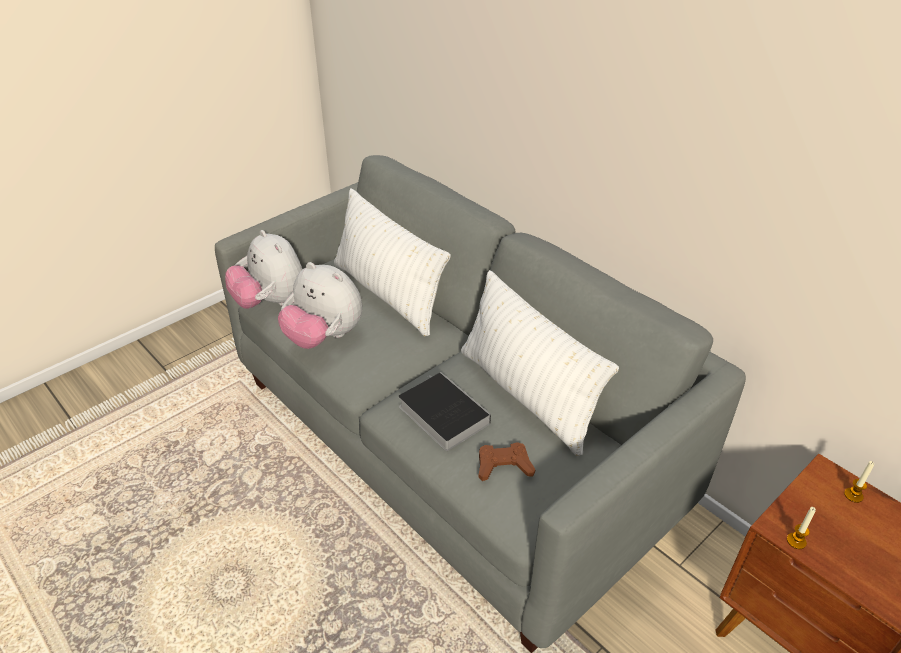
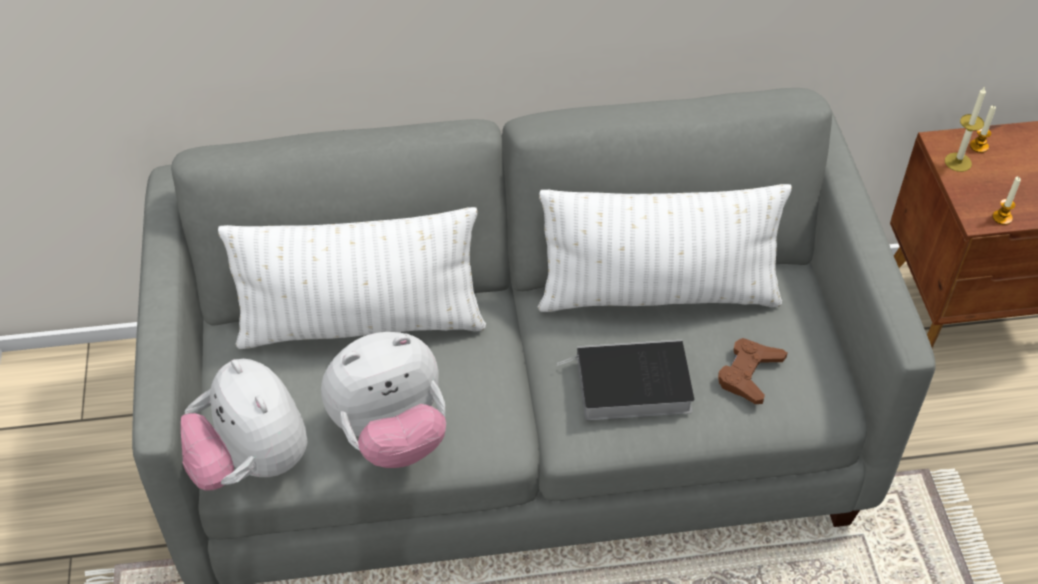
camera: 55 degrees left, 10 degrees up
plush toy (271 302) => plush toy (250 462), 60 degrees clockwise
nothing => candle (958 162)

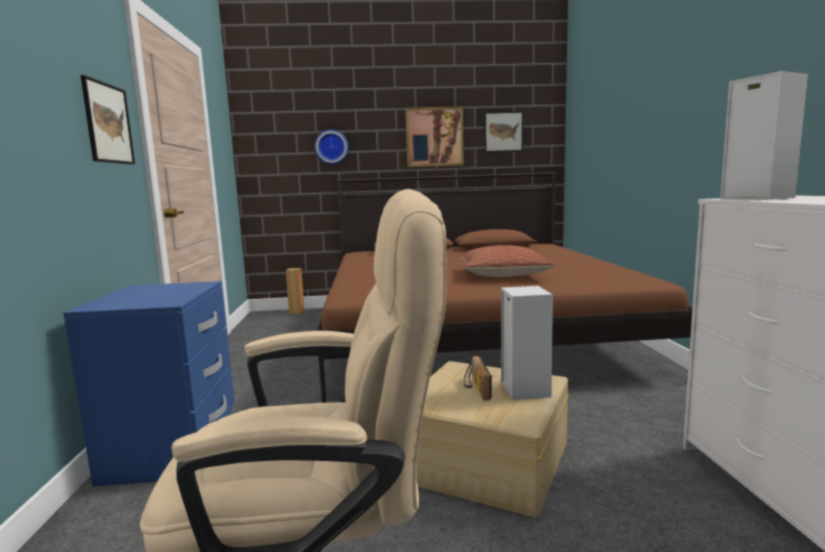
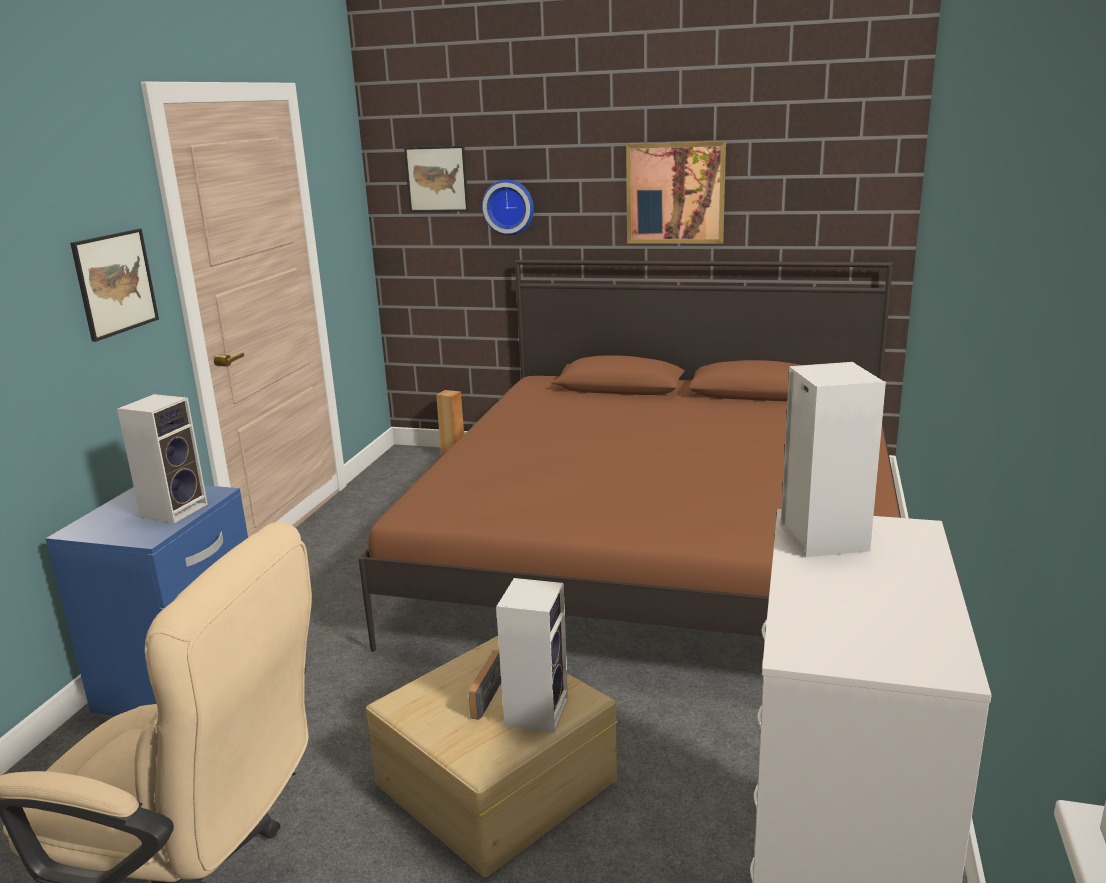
camera: 20 degrees right, 10 degrees up
nothing => audio speaker (175 509)
picture (503 132) => picture (437 179), move
throw pillow (503 275) => nothing

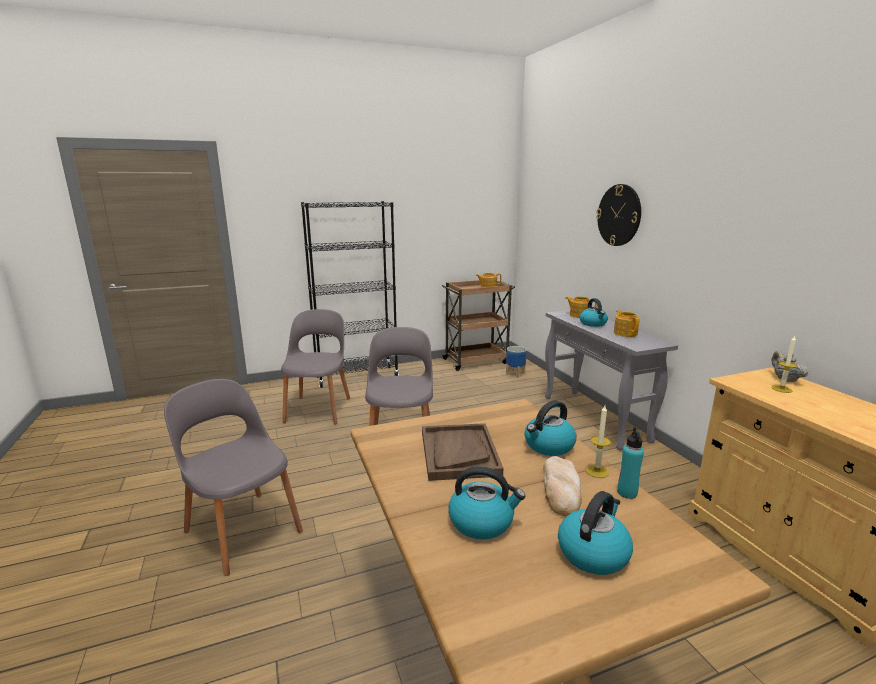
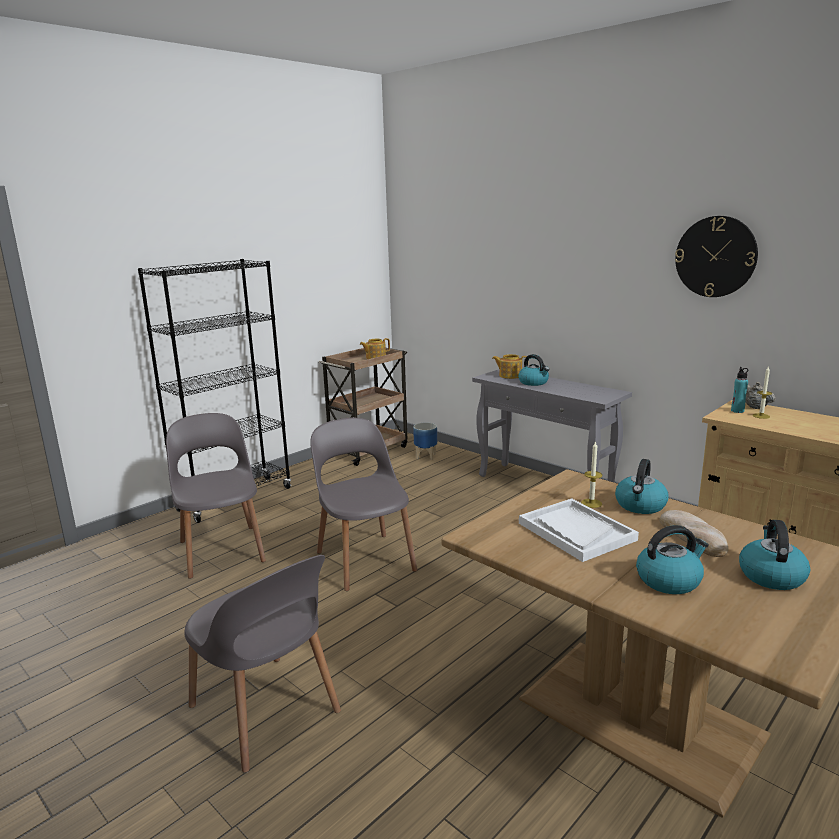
camera: 25 degrees left, 0 degrees up
grey upright chair (242 529) => grey upright chair (266 712), 150 degrees counterclockwise
brownish serving tray (459 453) => white serving tray (576 531)
candle (597 471) => candle (591 503), move
clock on the wall (619 215) => clock on the wall (715 257), move
turquoise drink bottle (627 493) => turquoise drink bottle (737 411), move
tea pot (625 333) => nothing

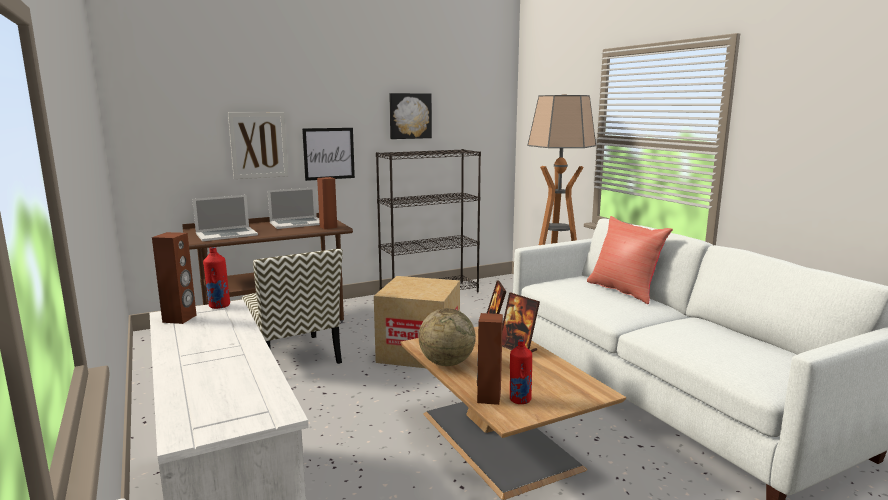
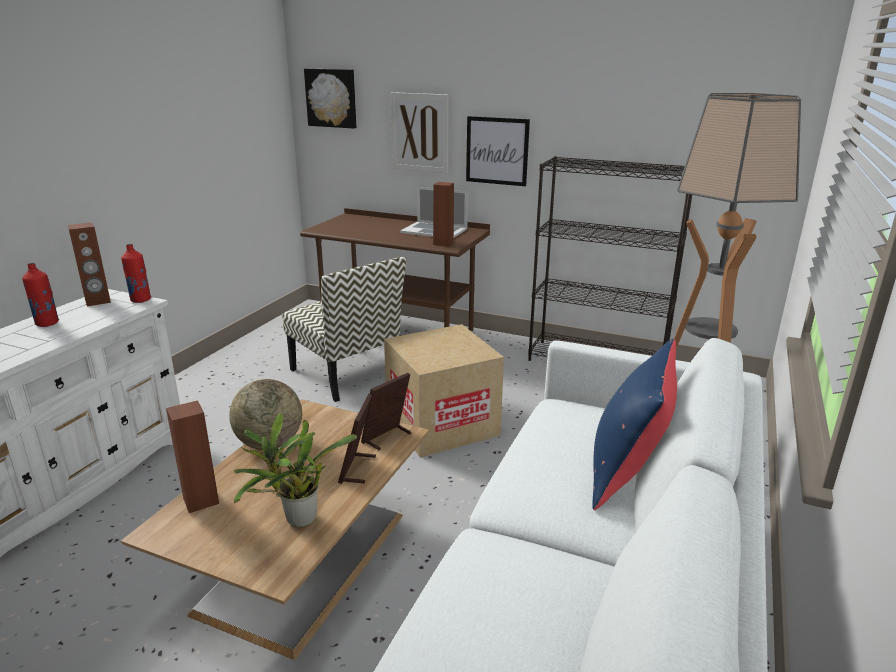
camera: 50 degrees right, 10 degrees up
reddish drink bottle (519 400) => reddish drink bottle (47 323), move
nothing => potted plant (297 521)
upright chair (294 357) => upright chair (347 374), 60 degrees counterclockwise
picture (410 116) => picture (331 98), move
reddish throw pillow (624 290) => blue-coloured throw pillow (627 472)
notebook computer (226 234) => nothing

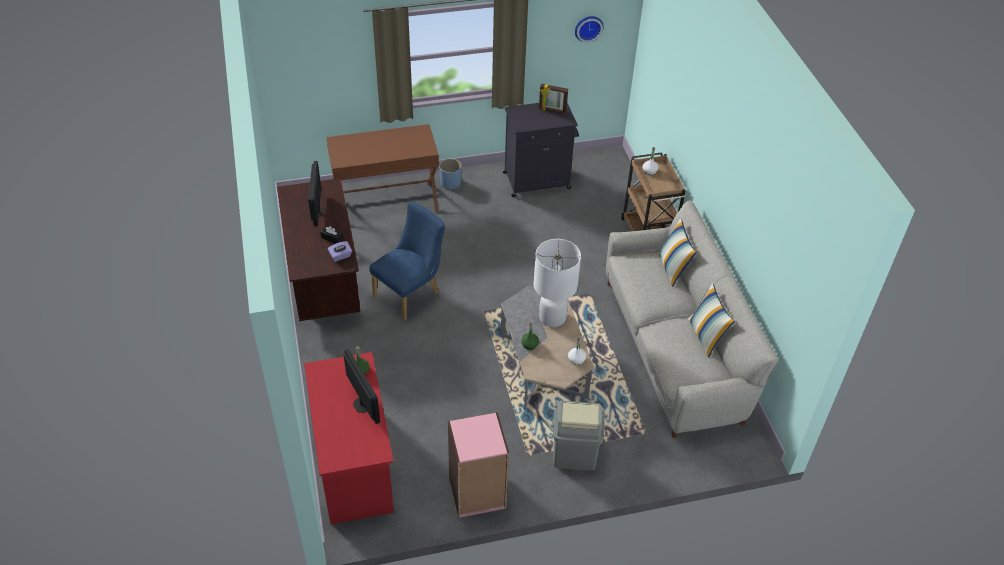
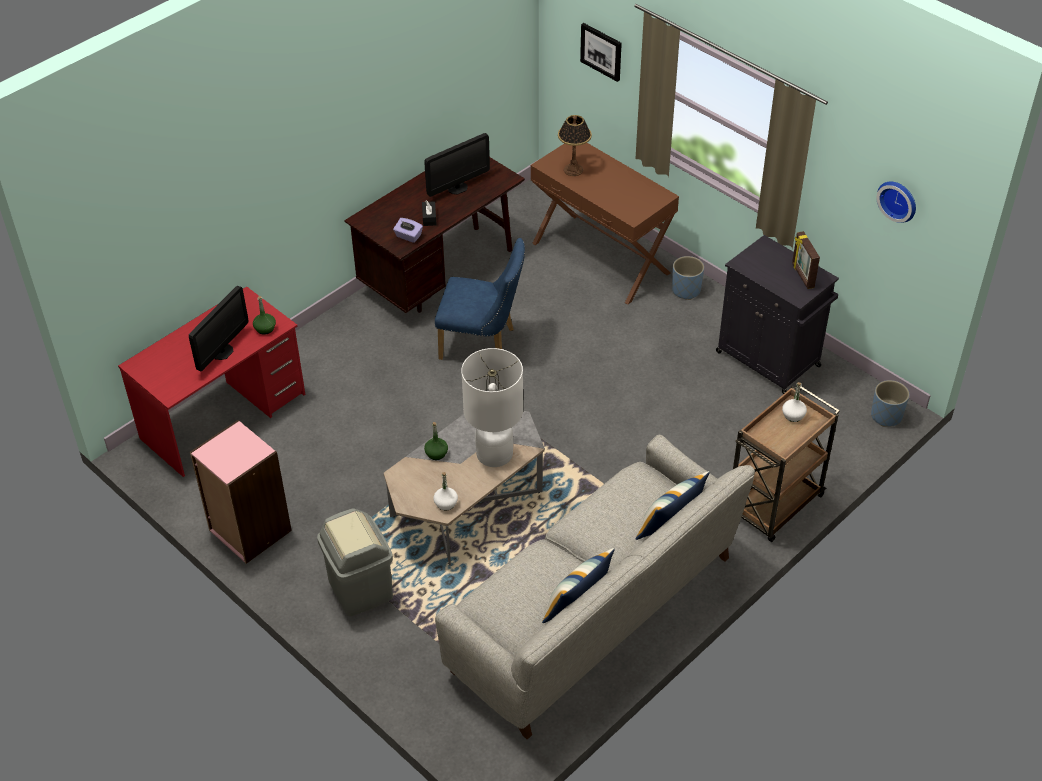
camera: 60 degrees right, 0 degrees up
nothing => tabletop lamp (573 170)
nothing => picture (601 51)
nothing => blue-coloured flower pot (886 416)

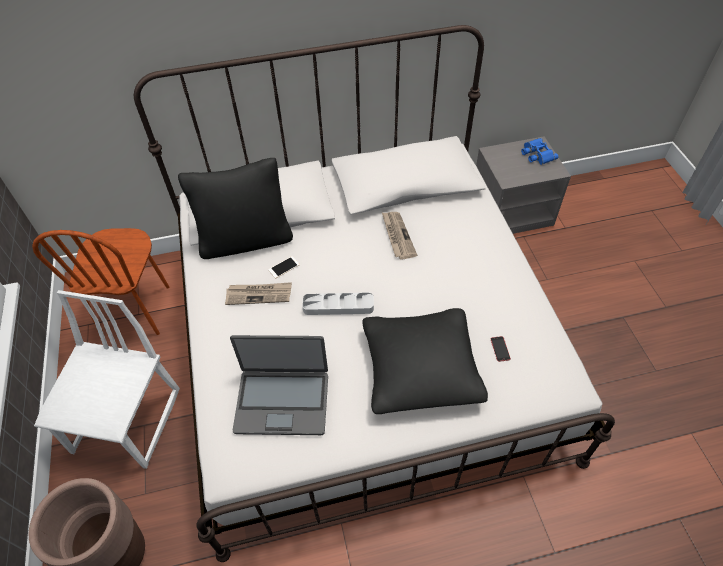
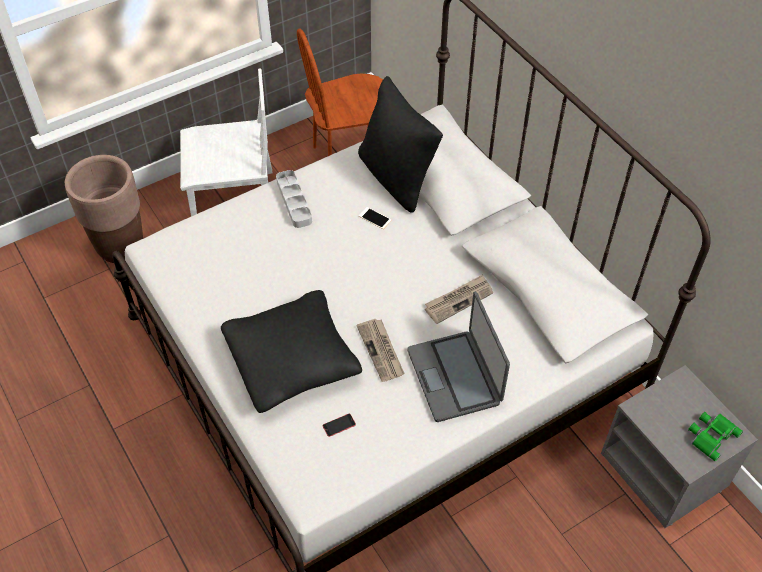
camera: 70 degrees right, 0 degrees up
grey serving tray (338 306) => grey serving tray (294 201), move
daily paper (259 294) => daily paper (381 351), move
notebook computer (282 401) => notebook computer (455 376), move
blue-coloured pair of binoculars (536 154) => greenish pair of binoculars (711 435)

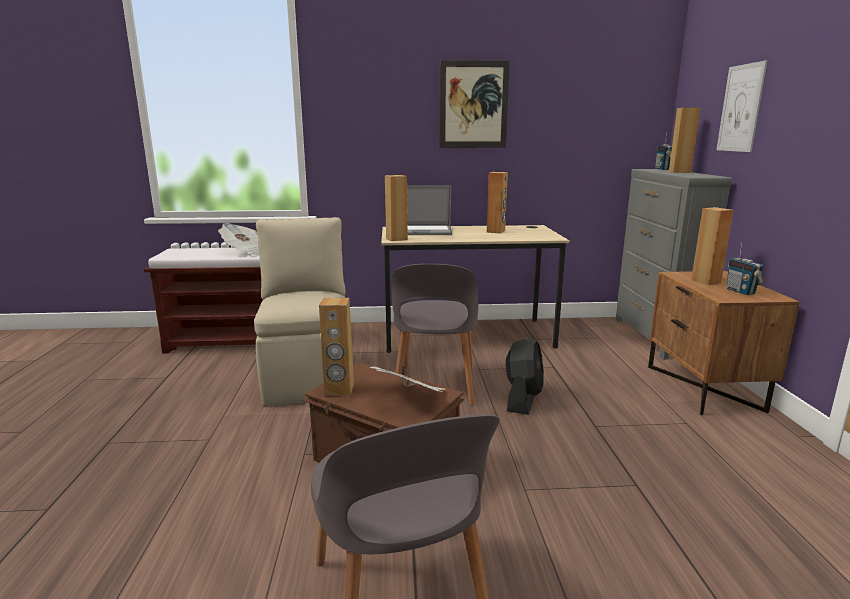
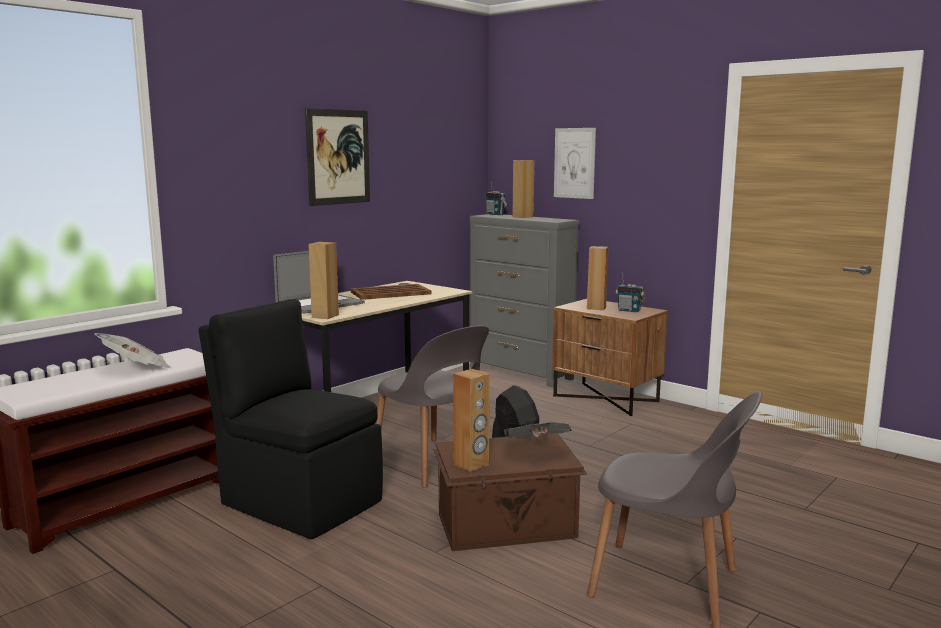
camera: 45 degrees left, 5 degrees down
sand-coloured upright chair (309 377) => blackish upright chair (299 501)
brownish audio speaker (496 231) => brownish serving tray (389 293)

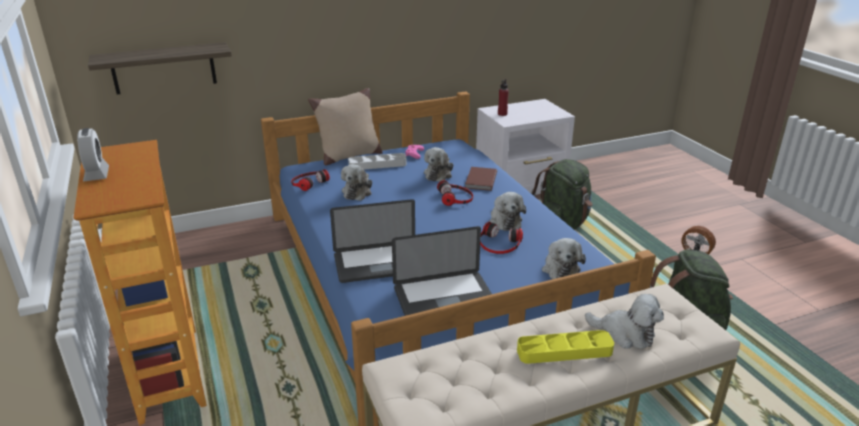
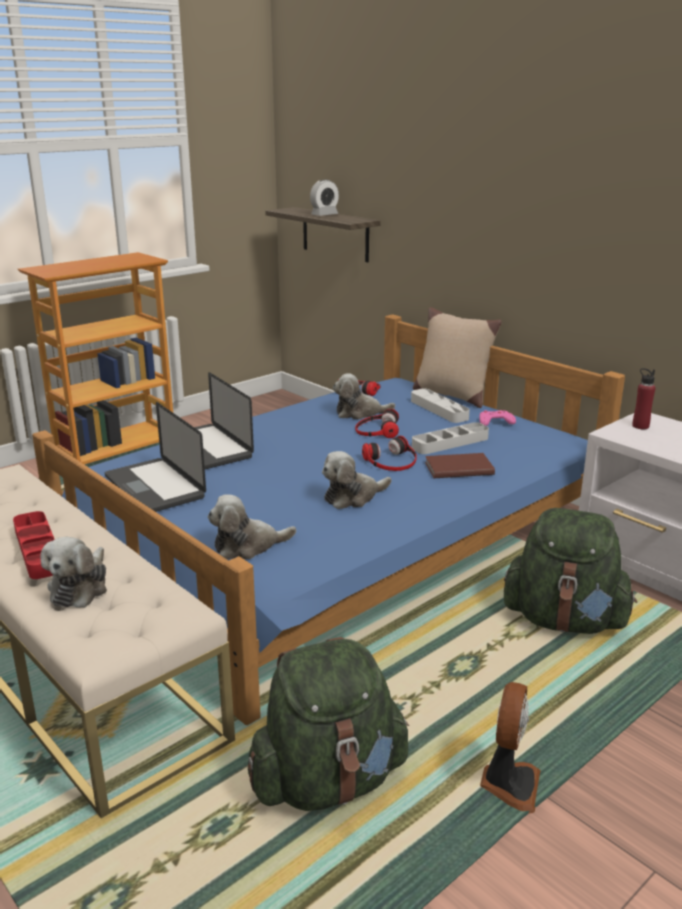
camera: 70 degrees right, 5 degrees down
yellowish serving tray (564 351) => reddish serving tray (38 549)
table clock (96 174) => table clock (324 215), move
pair of headphones (499 244) => pair of headphones (377 430), move
plush toy (439 174) => grey serving tray (450 443)

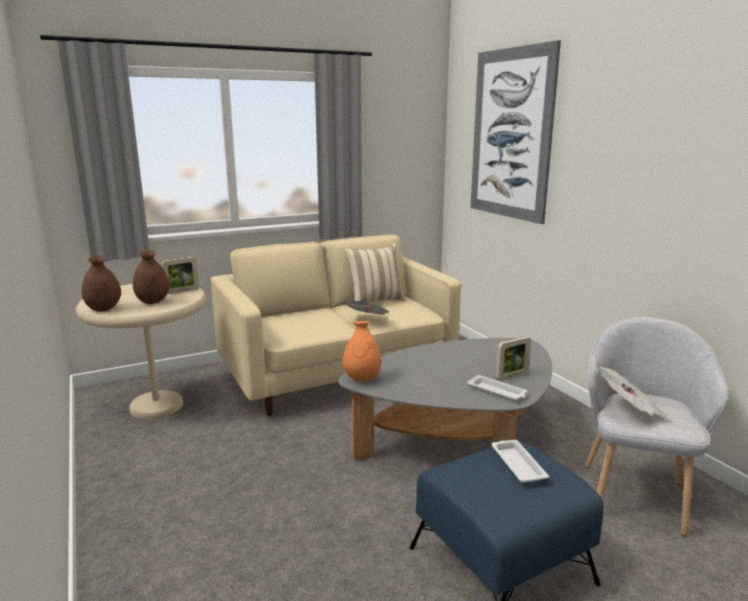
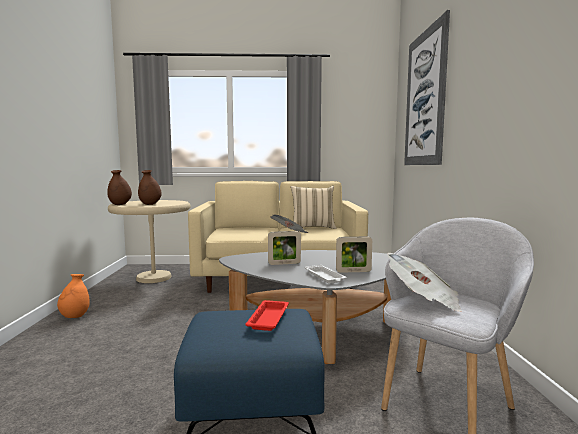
camera: 25 degrees right, 10 degrees down
orange flower vase (362 379) => orange flower vase (75 316), move
white serving tray (517 464) => reddish serving tray (269 318)
picture frame (182 291) => picture frame (284 263), move

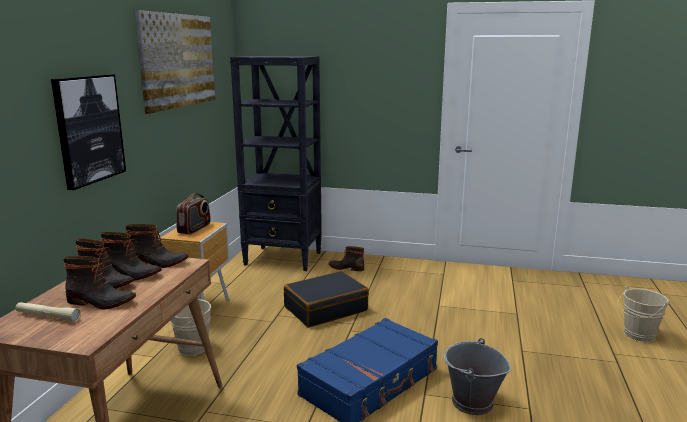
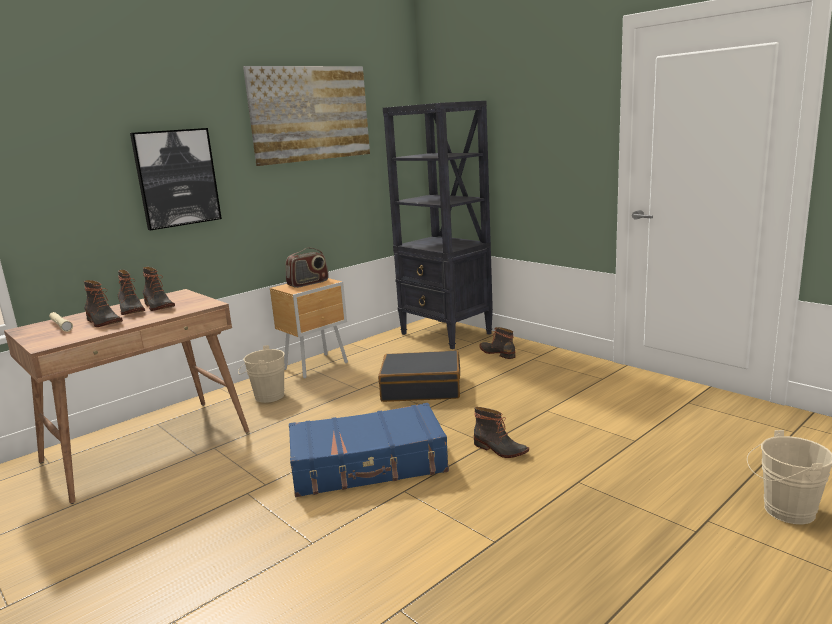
camera: 35 degrees right, 0 degrees up
boot (157 263) => boot (500 450), move
grey pail (472 402) => nothing

